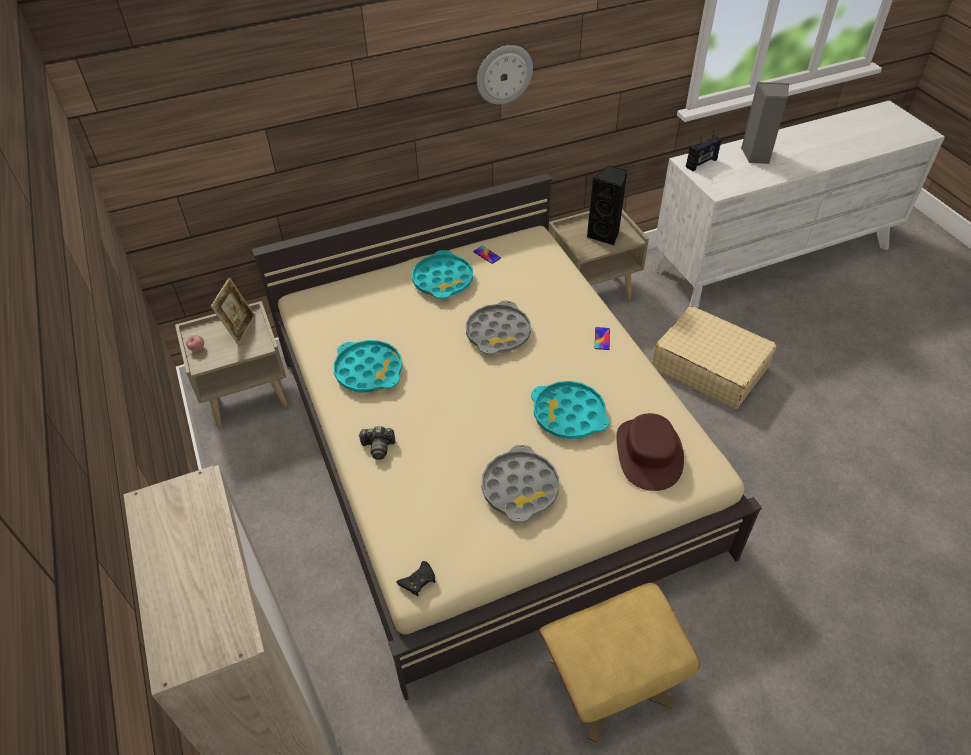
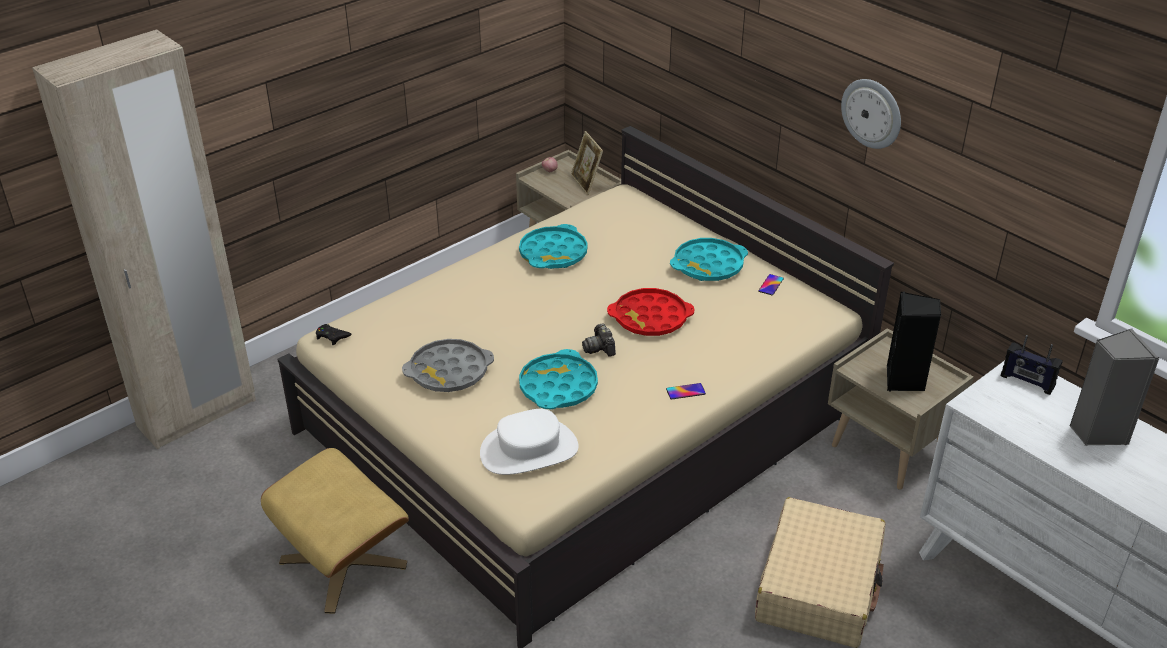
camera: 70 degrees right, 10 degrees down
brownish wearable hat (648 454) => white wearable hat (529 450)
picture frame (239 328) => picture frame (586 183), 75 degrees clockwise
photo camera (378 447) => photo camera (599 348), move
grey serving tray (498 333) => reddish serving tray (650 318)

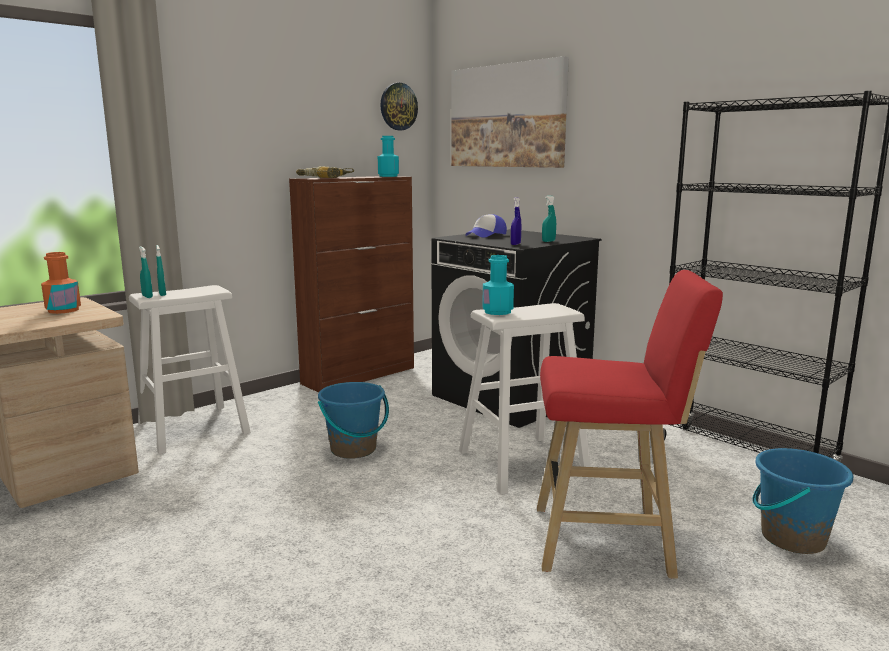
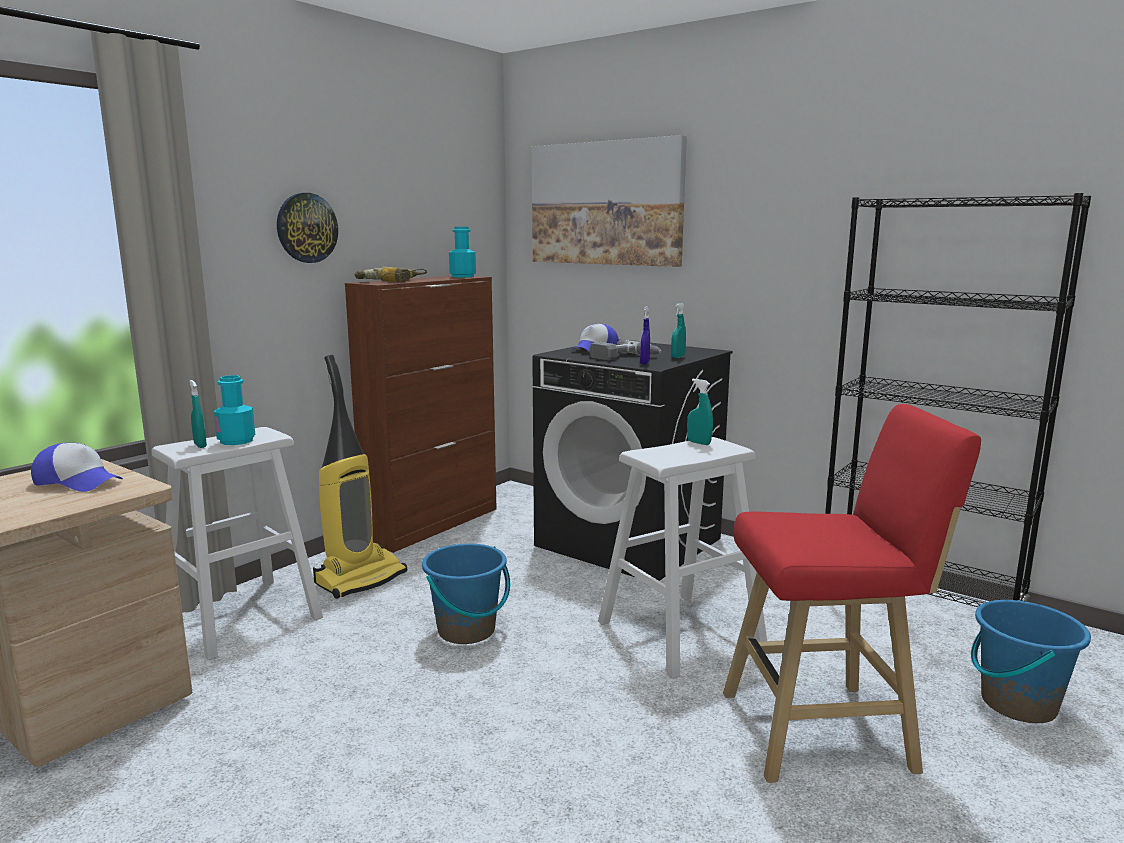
camera: 10 degrees left, 0 degrees up
orange drink bottle (63 310) => cap (78 482)
turquoise drink bottle (497 312) => turquoise drink bottle (236 441), move
clock on the wall (398 106) => clock on the wall (306 228), move
nothing => hoover (360 578)
nothing => power drill (625 357)
turquoise hand sprayer (147 296) => turquoise hand sprayer (699 443), move

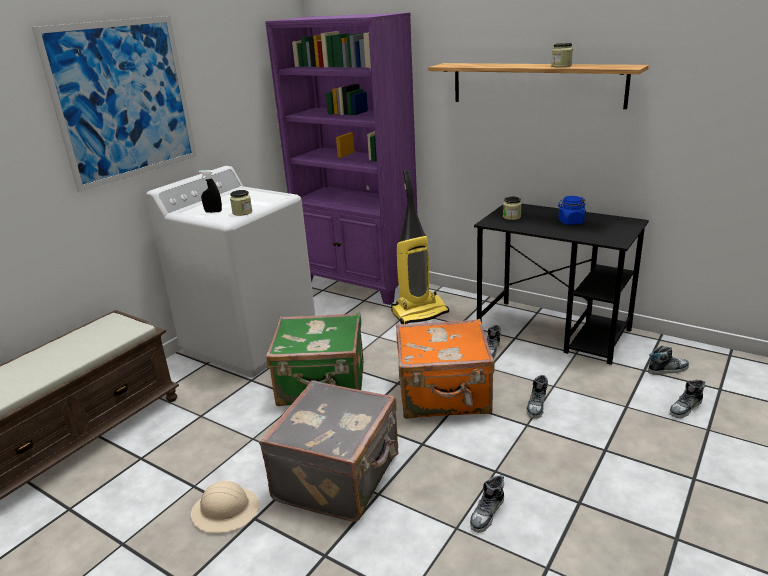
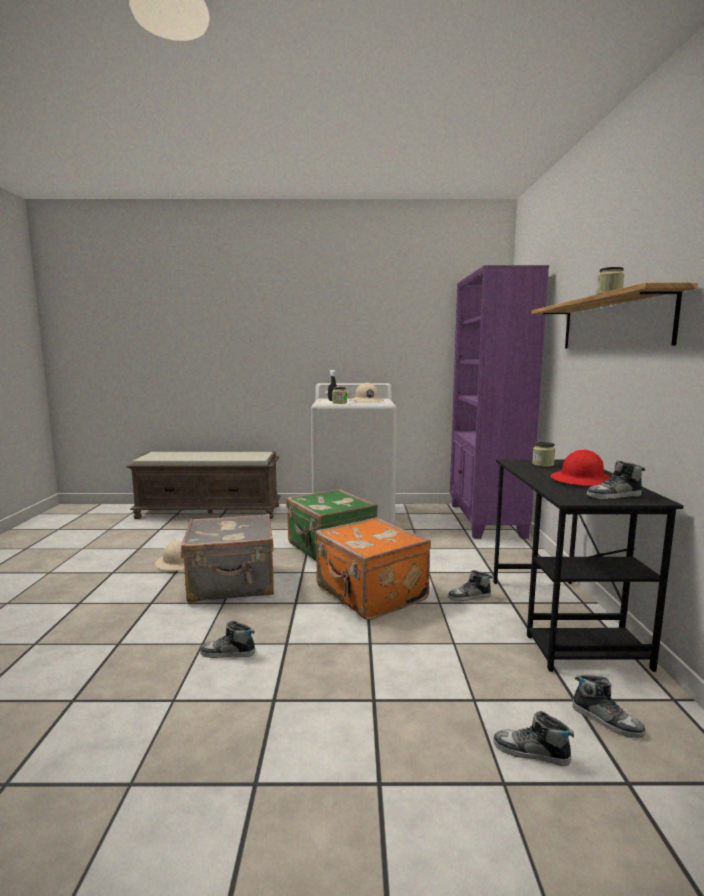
camera: 55 degrees right, 15 degrees down
nothing => sand-coloured safety helmet (366 401)
blue-coloured preserve jar (570 222) => reddish safety helmet (582 480)
low shoe (537 405) => low shoe (614 496), move
picture (124 100) => nothing
hoover (419 312) => nothing

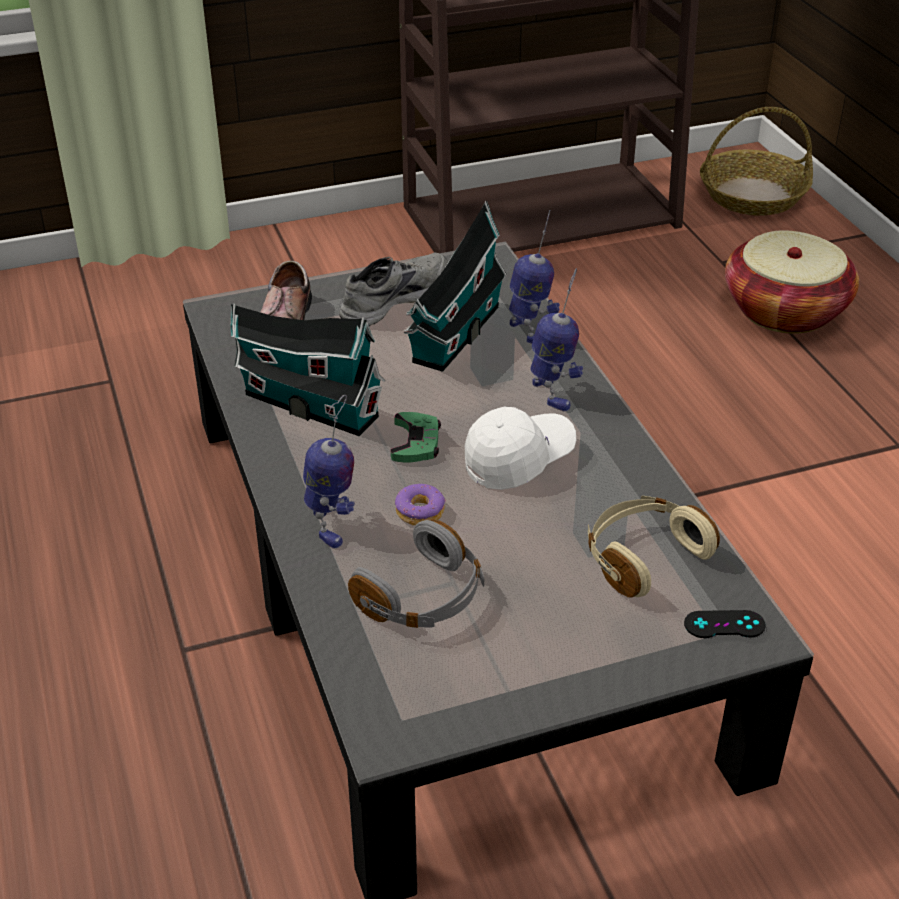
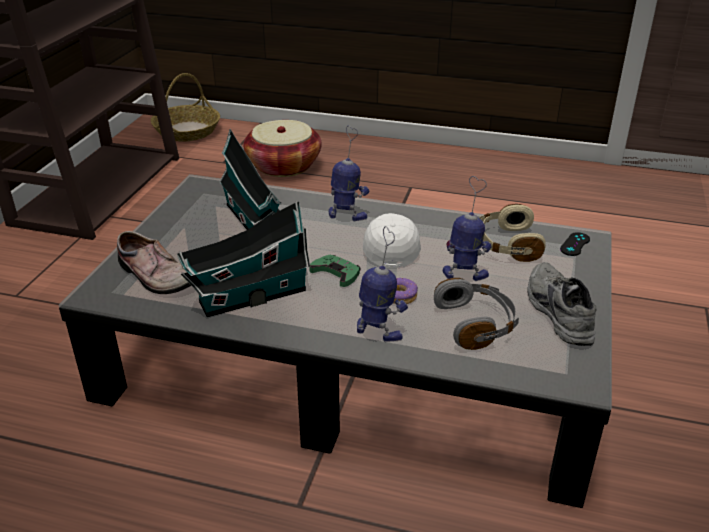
camera: 55 degrees left, 5 degrees down
model robot (530 332) => model robot (465 275), move
grey low shoe (392 298) => grey low shoe (556 312), move

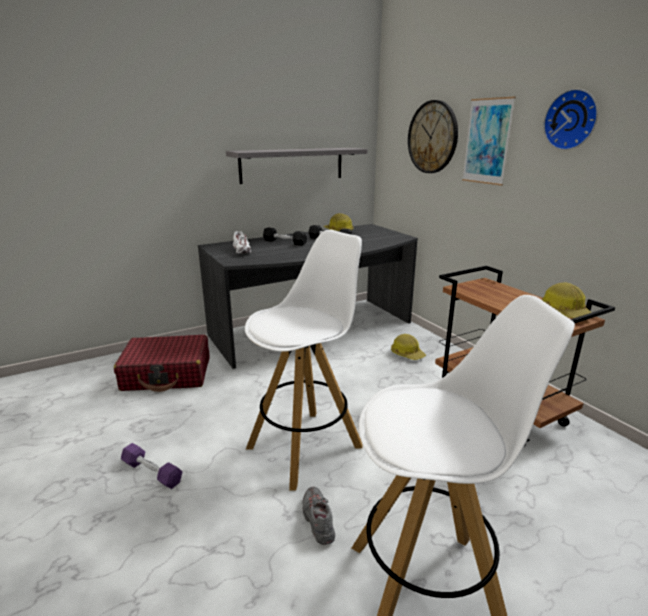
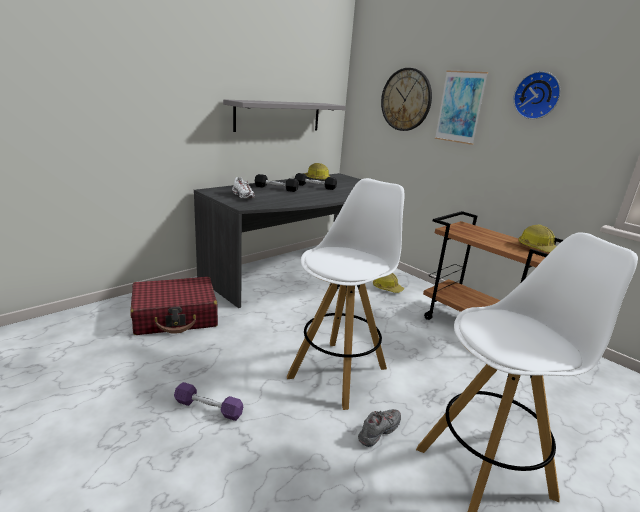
camera: 15 degrees left, 0 degrees up
grey low shoe (318 520) => grey low shoe (379 431), 75 degrees clockwise

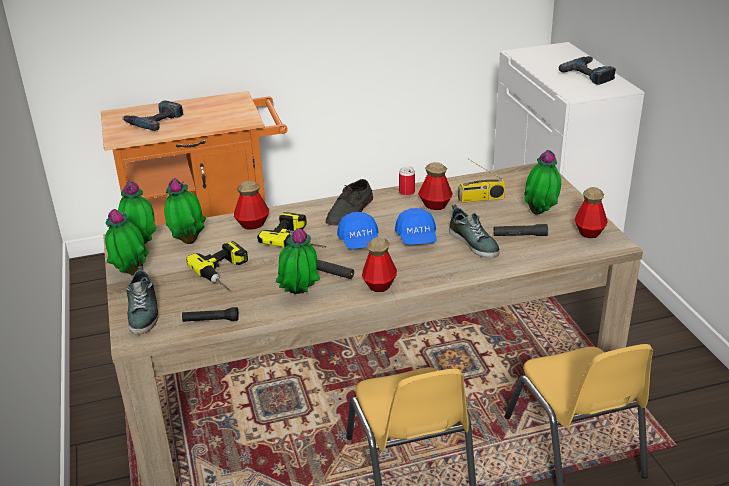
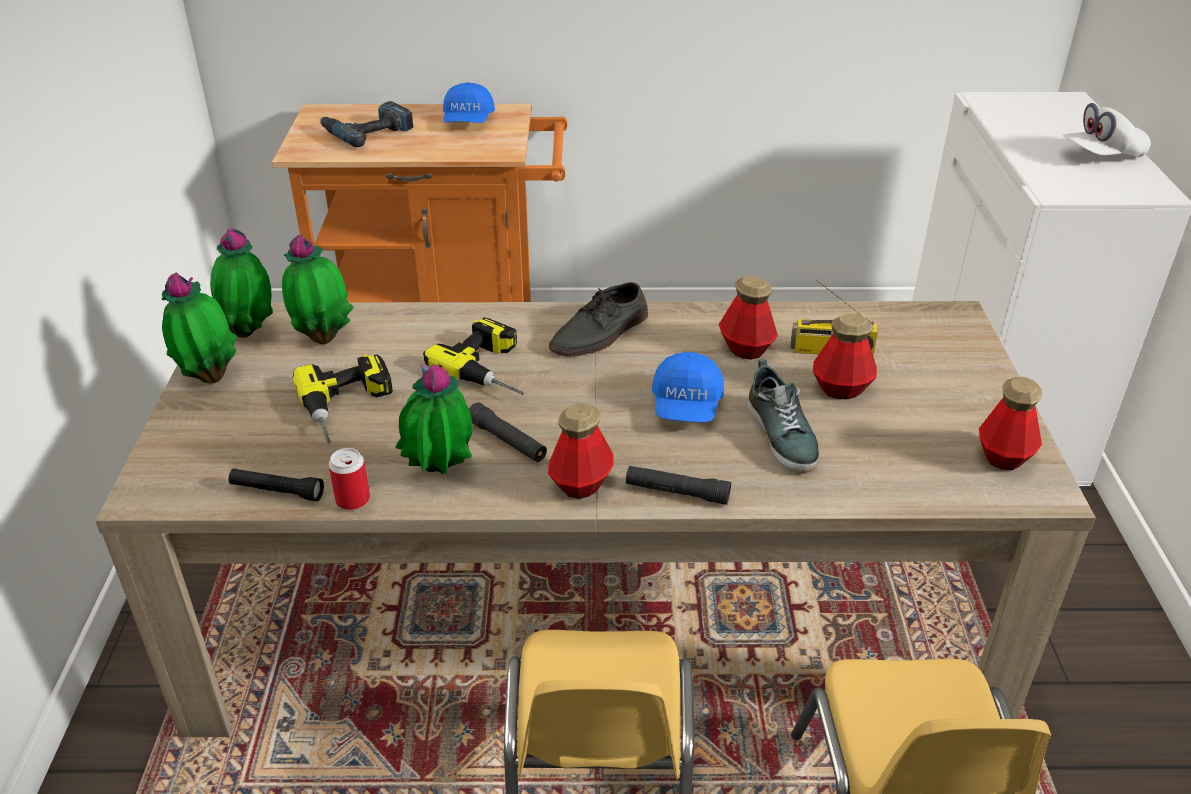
camera: 15 degrees right, 5 degrees up
metal can (407 192) => metal can (353 500), move
blue-coloured cap (359 242) => blue-coloured cap (468 121), move
blackish hand torch (519 235) => blackish hand torch (677 492), move
drink bottle (252 224) => drink bottle (841 389), move
power drill (590 74) => white cap (1101 156)
low shoe (144 312) => nothing
potted plant (541 213) => nothing

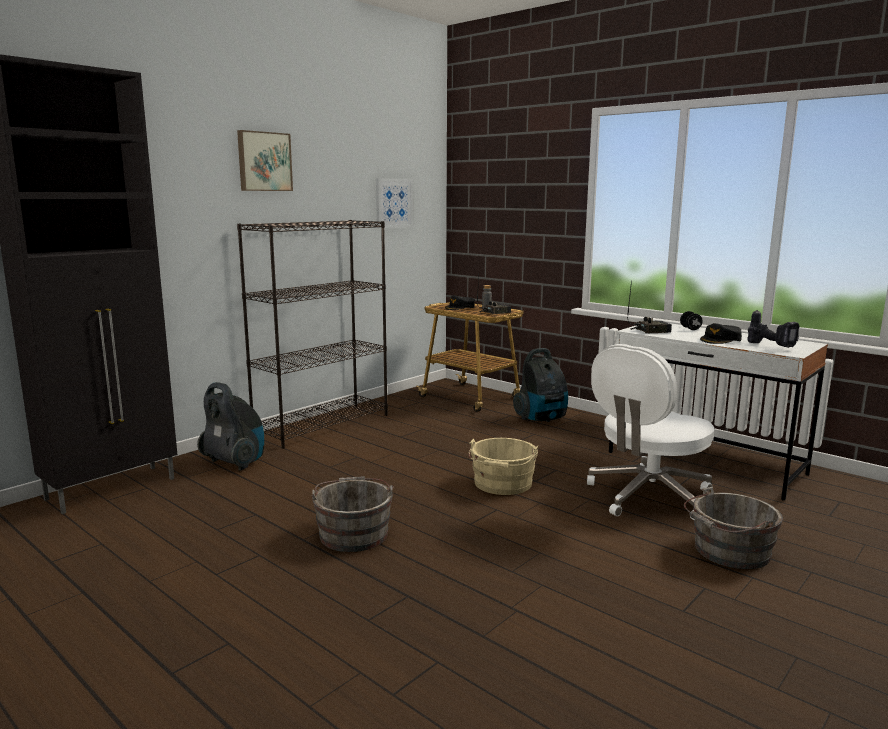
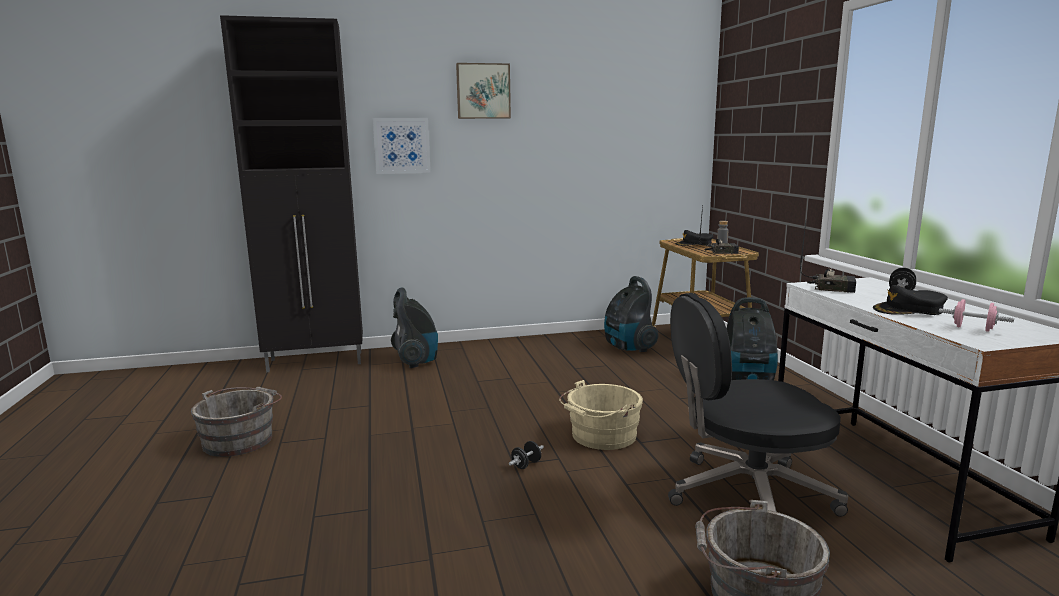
camera: 35 degrees right, 0 degrees up
grey pail (353 533) => grey pail (241 439), move
picture (393 203) => picture (401 145), move
nothing => blackish dumbbell (526 465)
nothing => hoover (628 348)
white computer chair (648 496) => blackish computer chair (747 496)
power drill (772 346) => pink-coloured dumbbell (973 329)
blackish bookshelf (323 424) => nothing

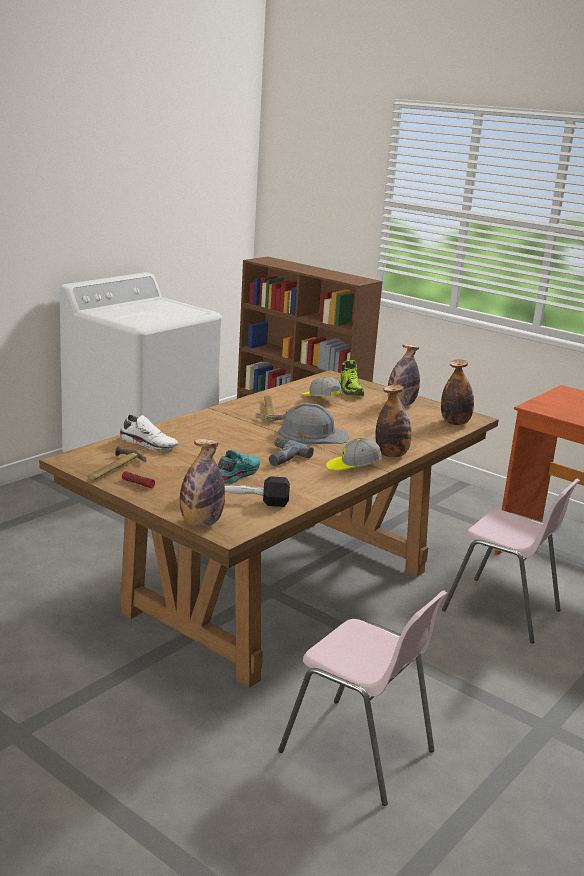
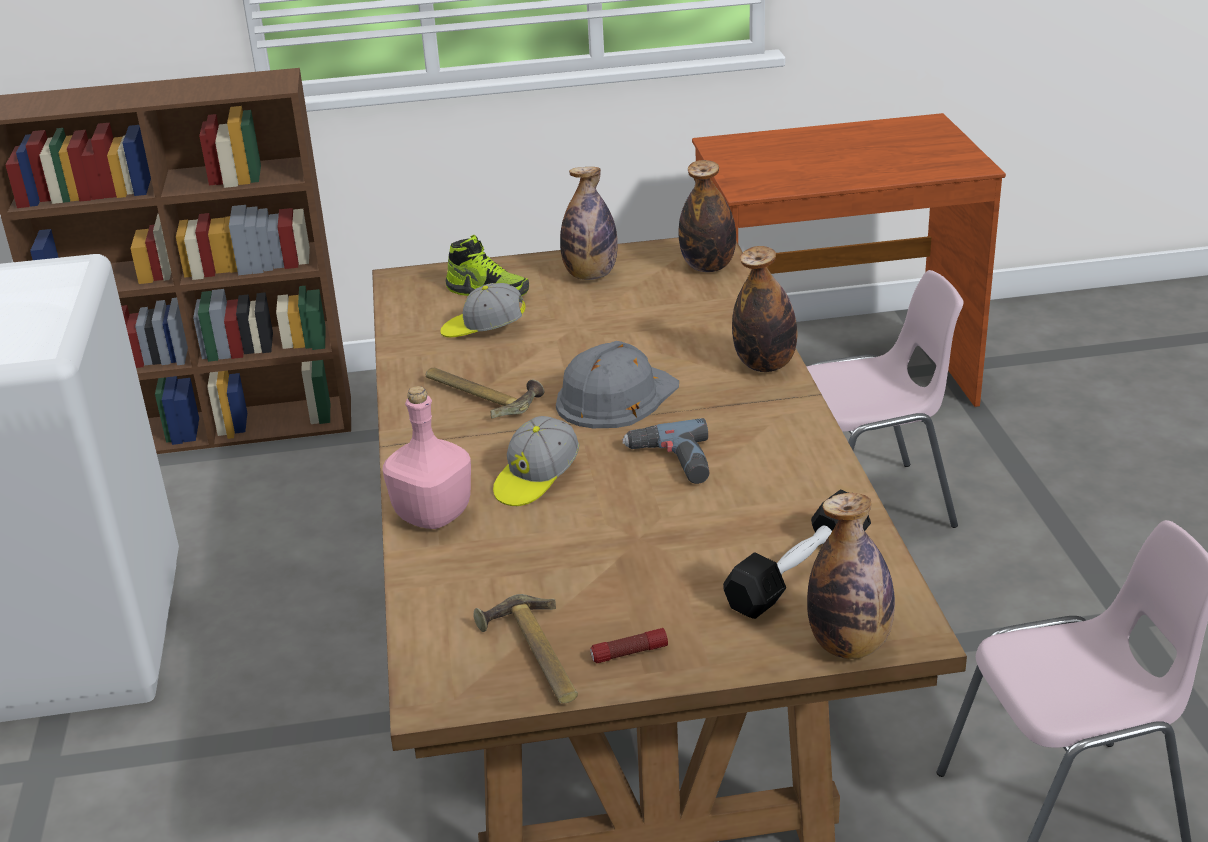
camera: 45 degrees left, 10 degrees up
nothing => pink-coloured drink bottle (434 514)
cap (353 467) => cap (536 479), move
white low shoe (149 444) => nothing
turquoise low shoe (235 475) => nothing

